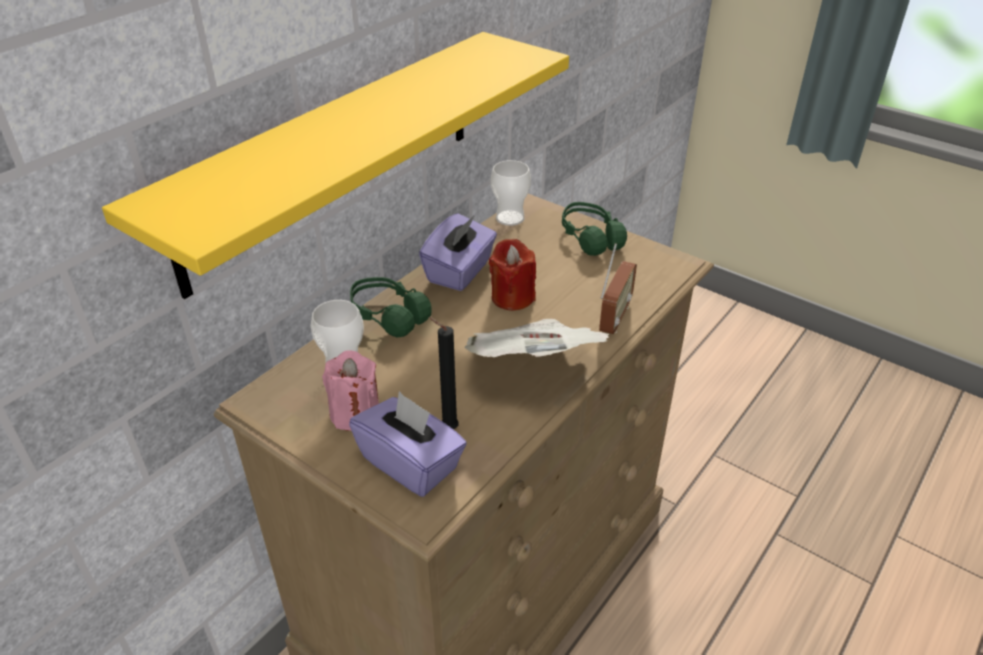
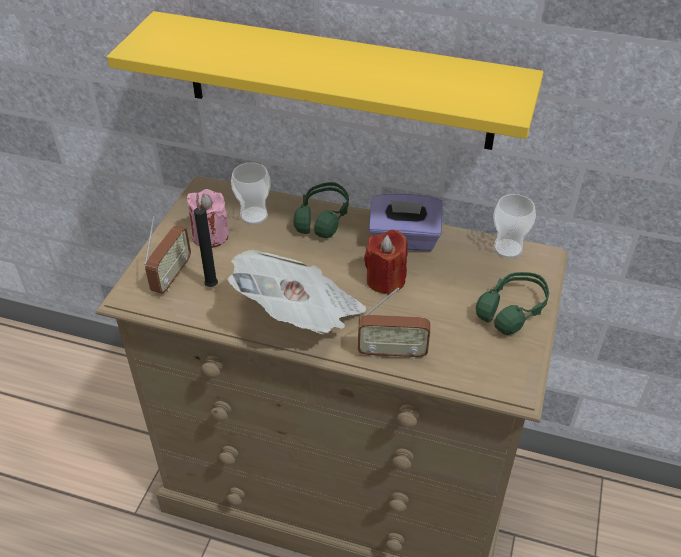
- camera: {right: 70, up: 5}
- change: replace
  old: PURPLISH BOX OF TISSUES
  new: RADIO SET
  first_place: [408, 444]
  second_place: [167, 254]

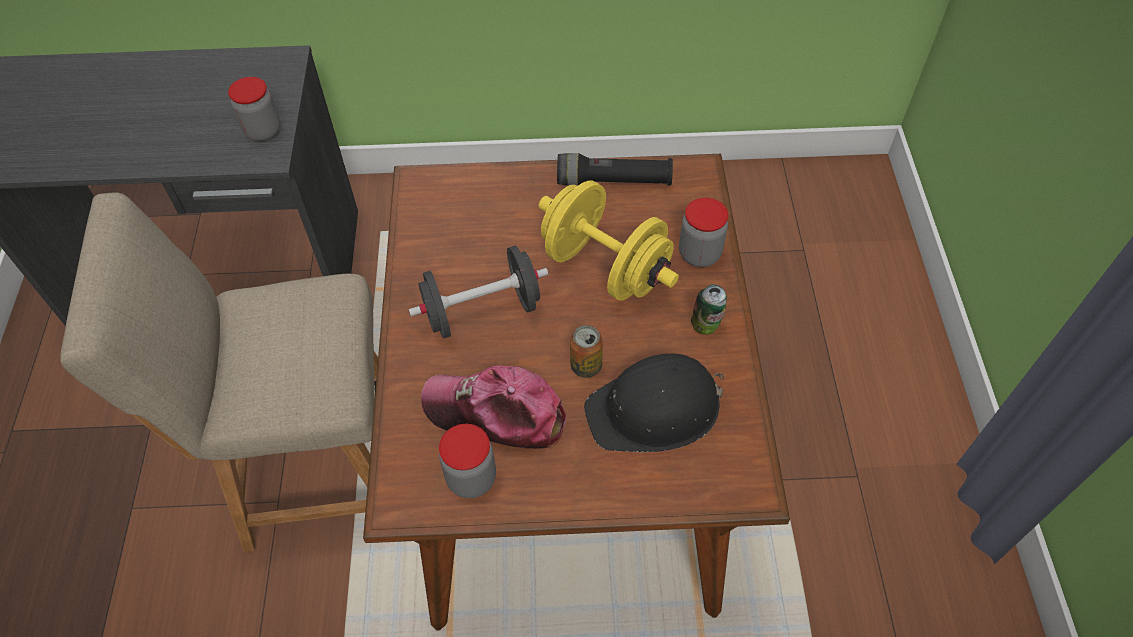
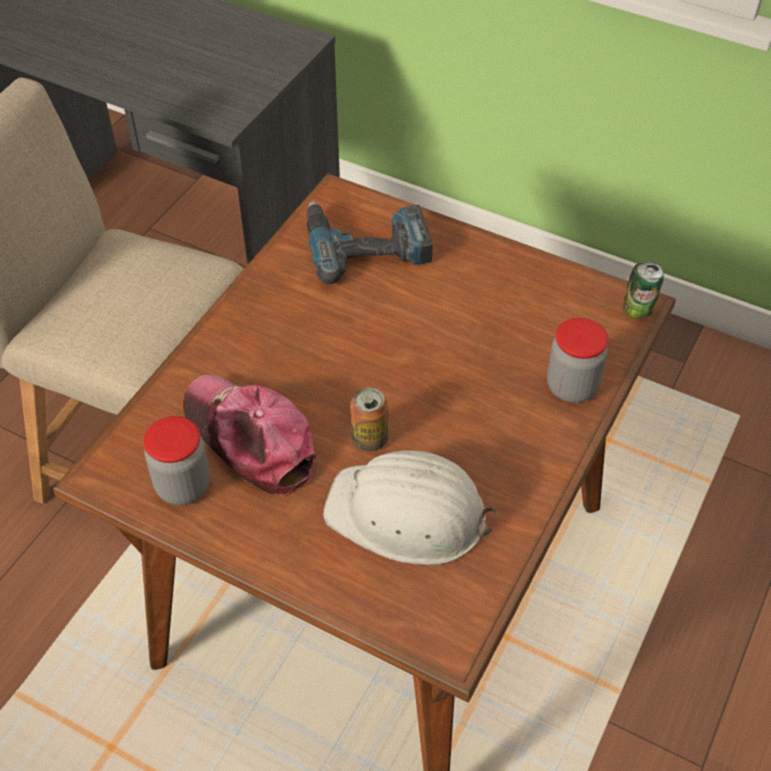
- camera: {right: 30, up: -5}
- change: insert
  new: POWER DRILL
  second_place: [370, 243]
- change: recolor
  old: BLACK SAFETY HELMET
  new: WHITISH SAFETY HELMET
  first_place: [654, 403]
  second_place: [411, 507]
- change: move
  old: SEALED CAN
  first_place: [709, 309]
  second_place: [643, 290]
- change: delete
  old: JAR
  first_place: [254, 109]
- change: delete
  old: BLACK DUMBBELL
  first_place: [478, 292]
- change: delete
  old: YELLOWISH DUMBBELL
  first_place: [609, 240]
- change: delete
  old: BLACK HAND TORCH
  first_place: [615, 169]

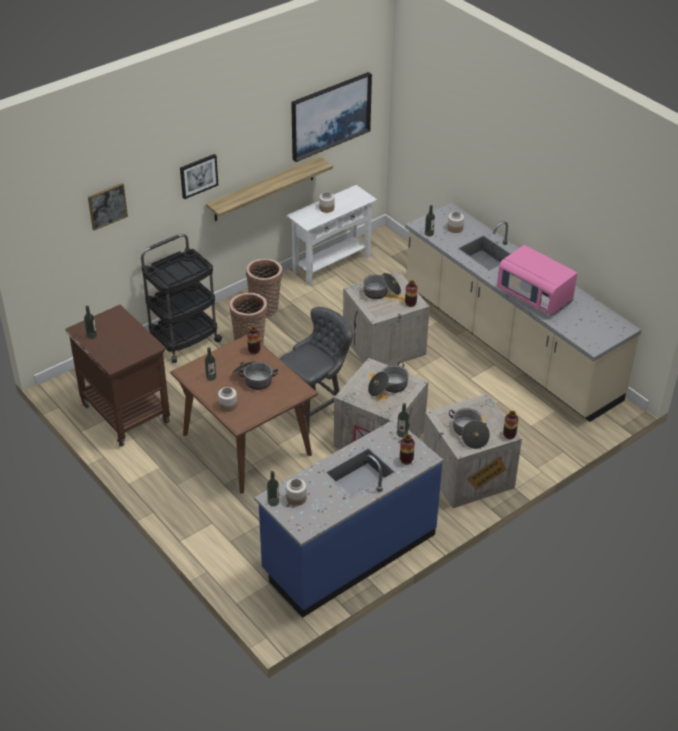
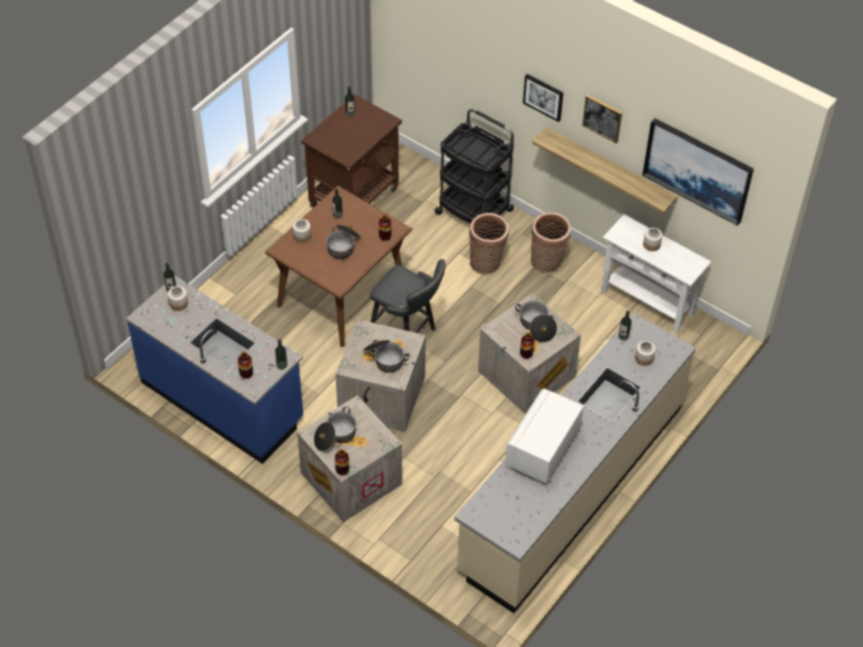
- camera: {right: 75, up: 10}
- change: recolor
  old: PINK-COLOURED MICROWAVE OVEN
  new: WHITISH MICROWAVE OVEN
  first_place: [537, 280]
  second_place: [544, 437]
- change: move
  old: WALL ART
  first_place: [108, 206]
  second_place: [602, 119]

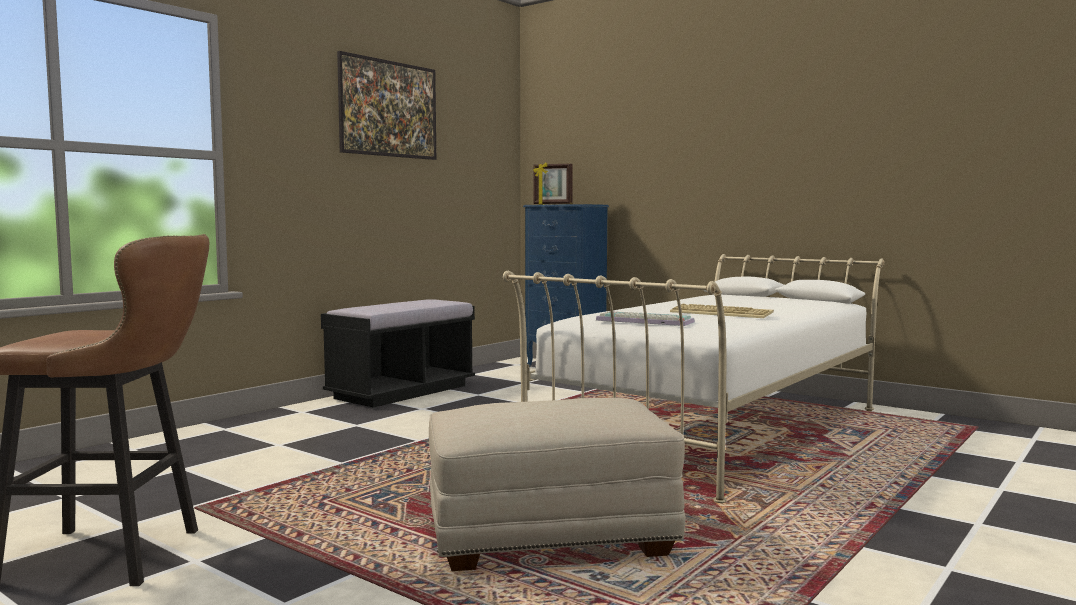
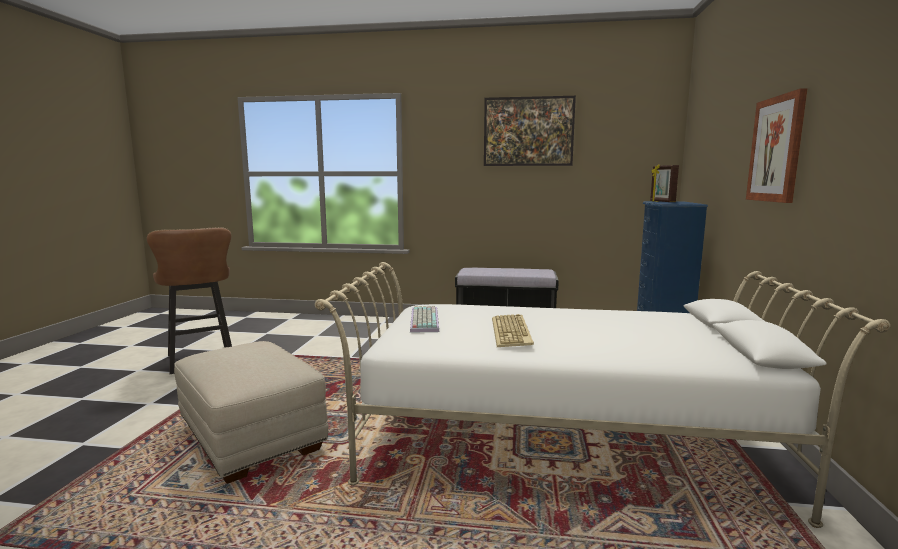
- camera: {right: 60, up: 5}
- change: insert
  new: WALL ART
  second_place: [777, 145]

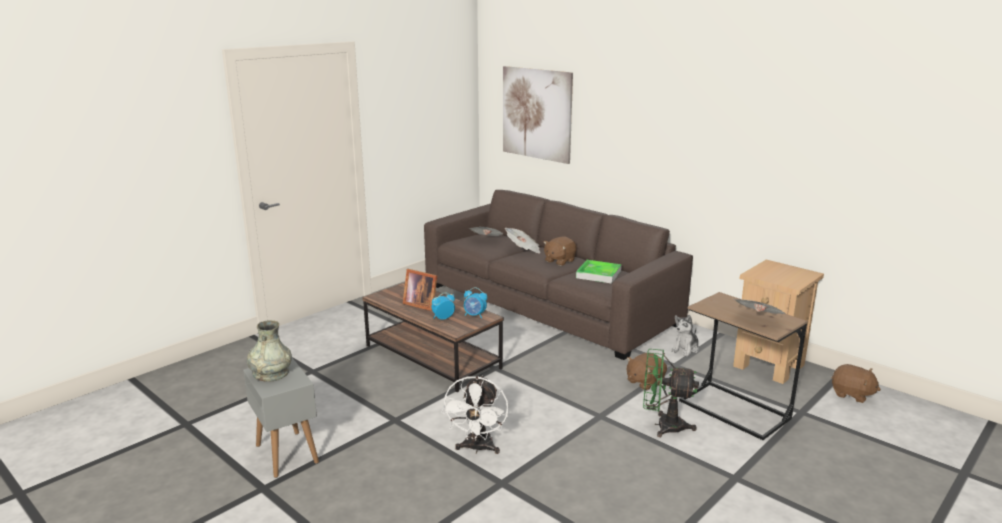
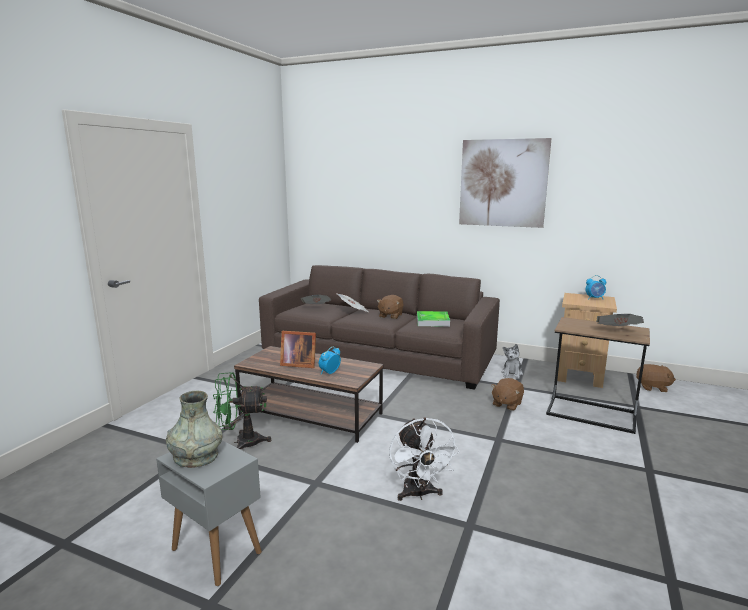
- camera: {right: -20, up: -5}
- change: move
  old: GREEN-COLOURED FAN
  first_place: [671, 393]
  second_place: [242, 411]
- change: move
  old: WALL ART
  first_place: [538, 115]
  second_place: [505, 183]
- change: move
  old: ALARM CLOCK
  first_place: [475, 302]
  second_place: [596, 287]

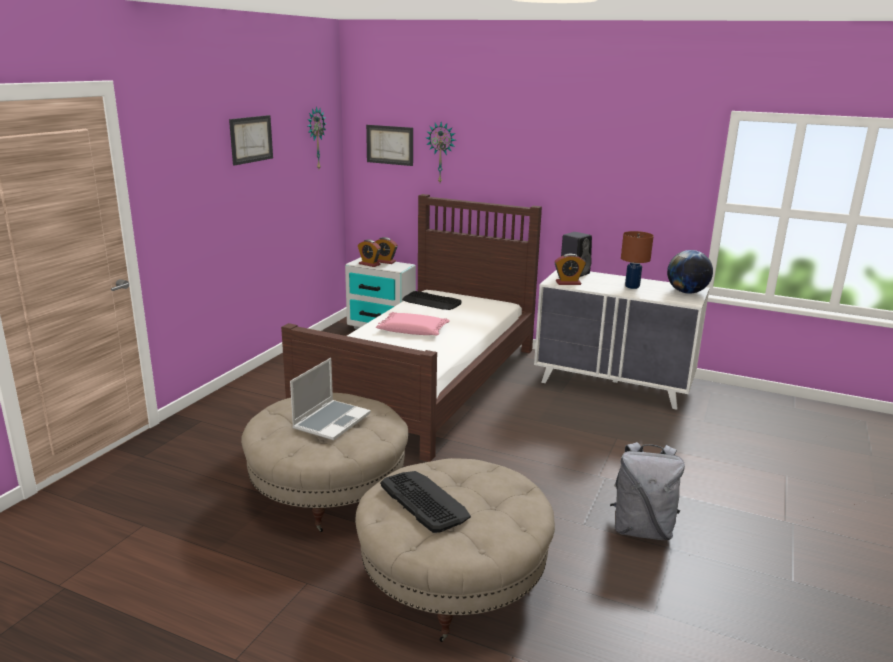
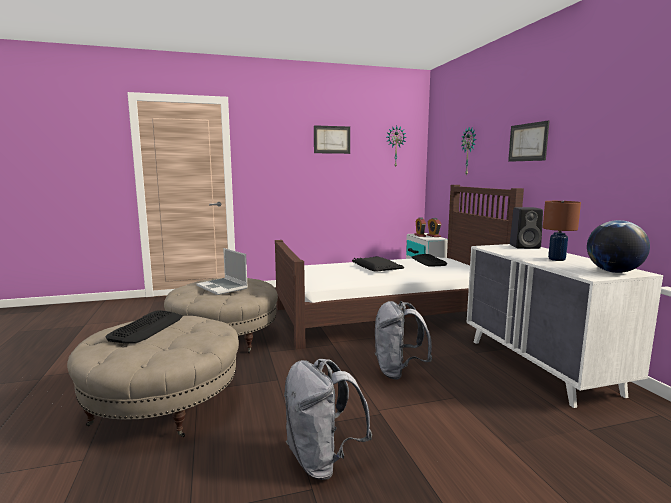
- camera: {right: 50, up: -10}
- change: rotate
  old: PORTABLE COMPUTER
  first_place: [330, 399]
  second_place: [222, 271]
  degrees: 60
- change: recolor
  old: PINK-COLOURED PILLOW
  new: BLACK PILLOW
  first_place: [413, 324]
  second_place: [378, 264]
- change: insert
  new: GREYISH RUCKSACK
  second_place: [403, 340]
- change: move
  old: WALL ART
  first_place: [389, 145]
  second_place: [528, 141]
- change: delete
  old: ALARM CLOCK
  first_place: [570, 269]

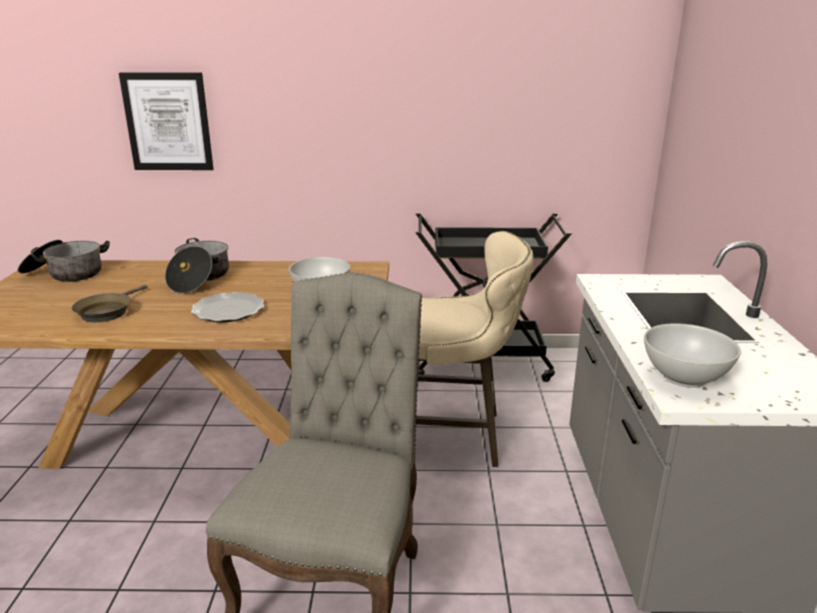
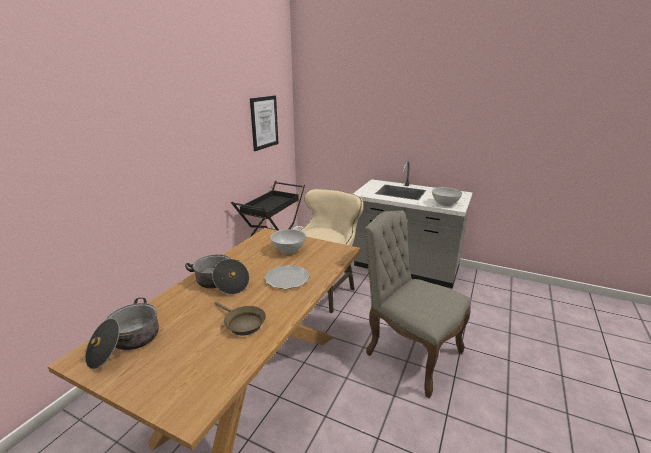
- camera: {right: -65, up: 0}
- change: move
  old: WALL ART
  first_place: [166, 121]
  second_place: [264, 123]

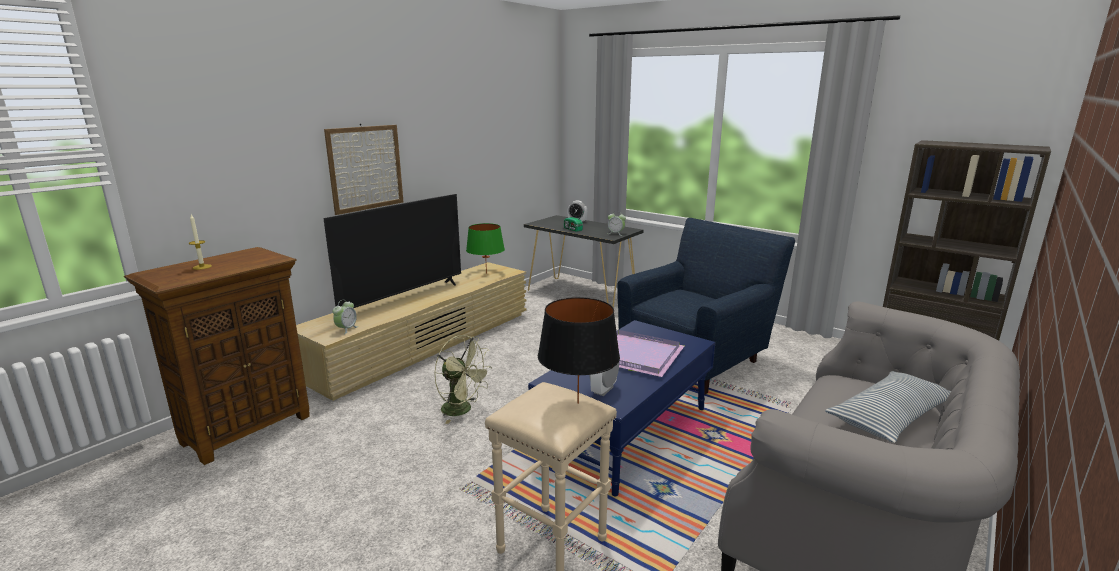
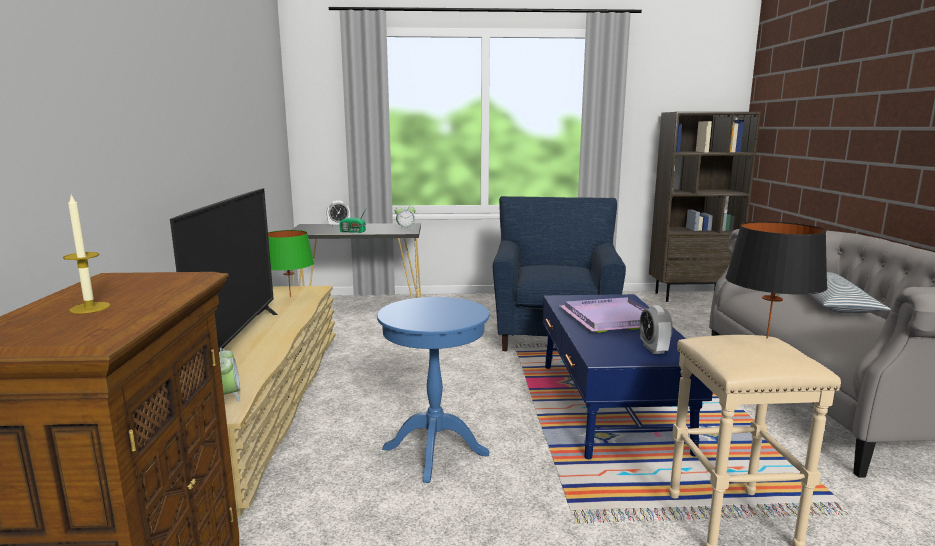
- camera: {right: -40, up: -5}
- change: replace
  old: GREEN-COLOURED FAN
  new: BLUE-COLOURED SIDE TABLE
  first_place: [463, 379]
  second_place: [433, 390]
- change: delete
  old: WALL ART
  first_place: [363, 169]

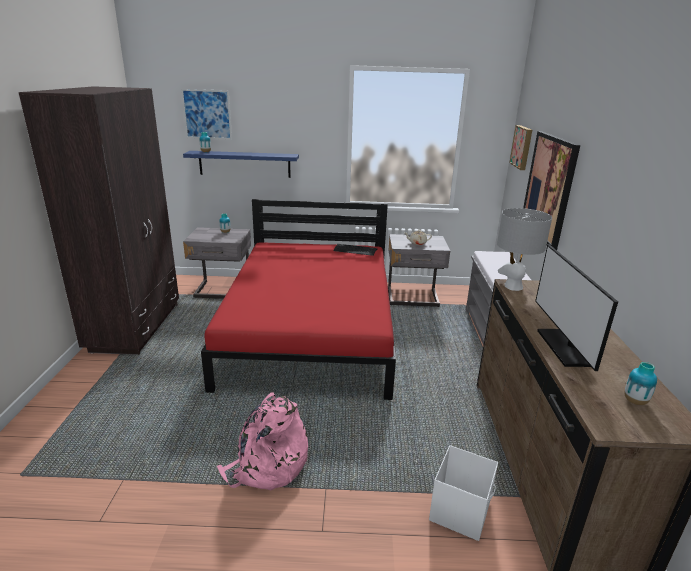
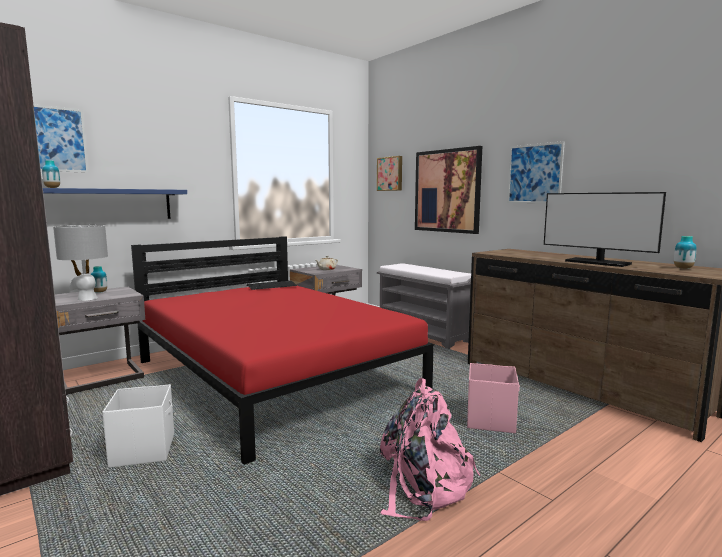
- camera: {right: -40, up: -15}
- change: move
  old: GREYISH LAMP FOR A TABLE
  first_place: [524, 249]
  second_place: [80, 263]
- change: move
  old: WHITISH STORAGE BOX
  first_place: [463, 493]
  second_place: [138, 426]
- change: insert
  new: PINK-COLOURED STORAGE BOX
  second_place: [493, 398]
- change: insert
  new: WALL ART
  second_place: [536, 172]

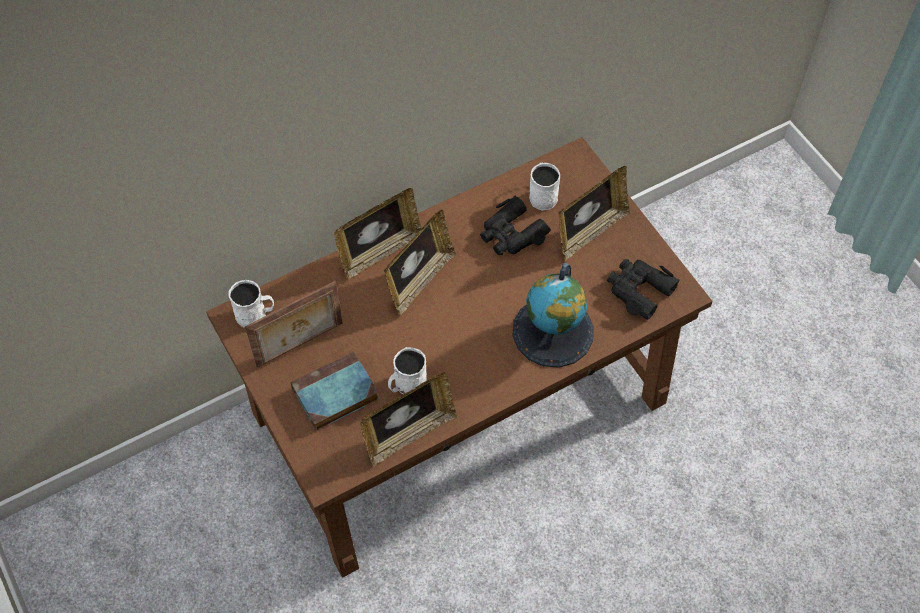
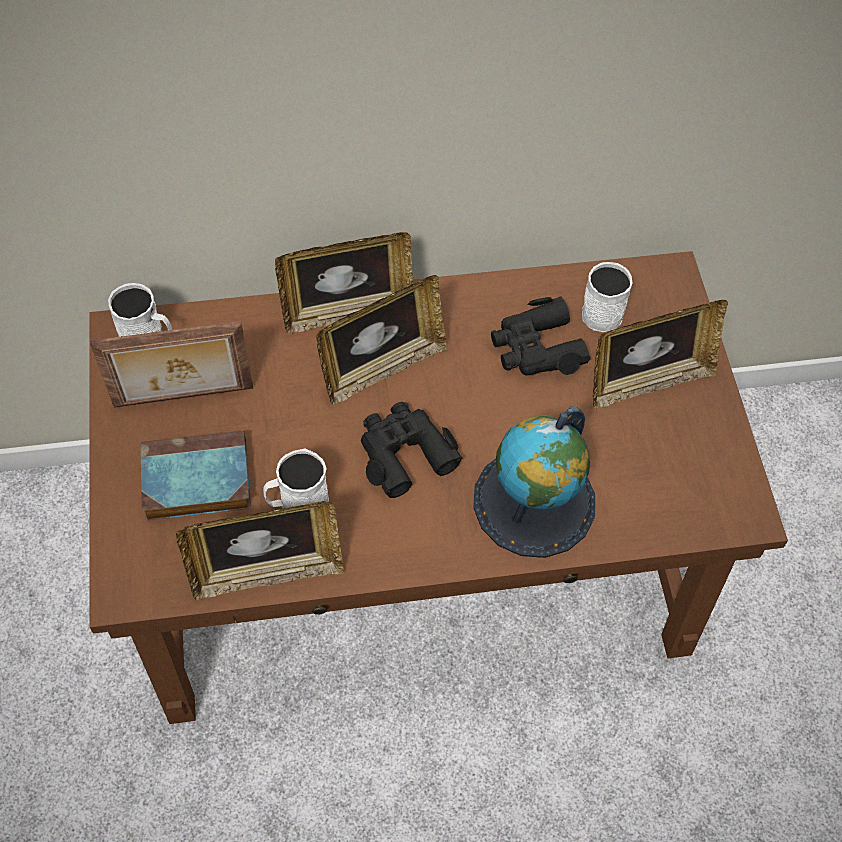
- camera: {right: 20, up: 0}
- change: move
  old: BLACK BINOCULARS
  first_place: [643, 289]
  second_place: [411, 450]

